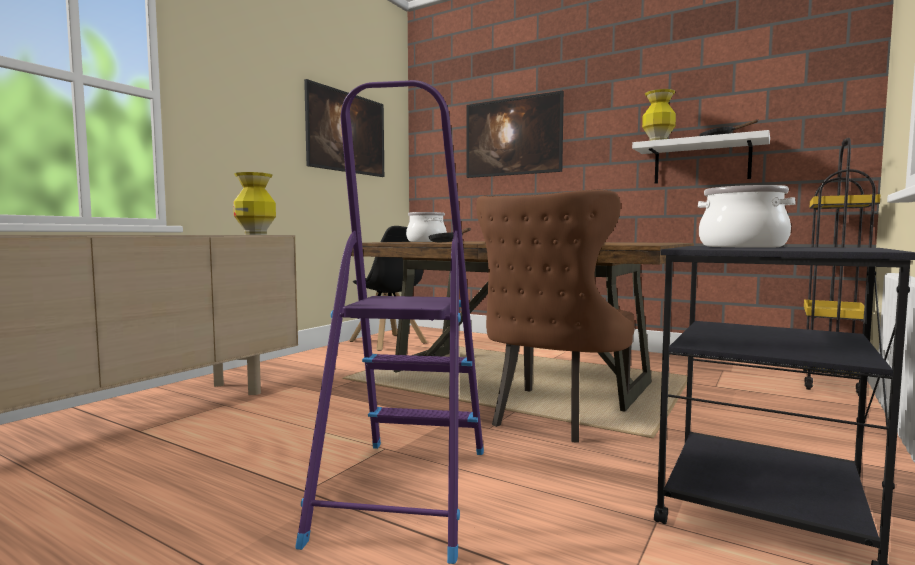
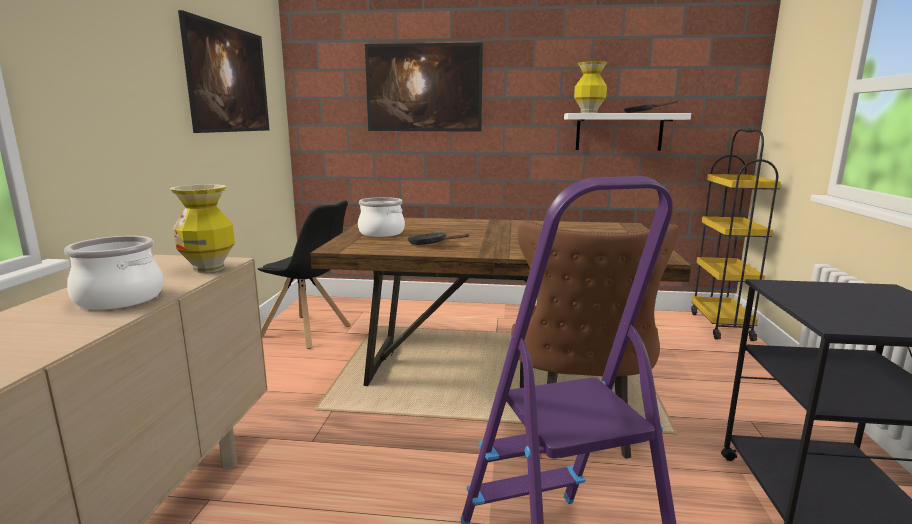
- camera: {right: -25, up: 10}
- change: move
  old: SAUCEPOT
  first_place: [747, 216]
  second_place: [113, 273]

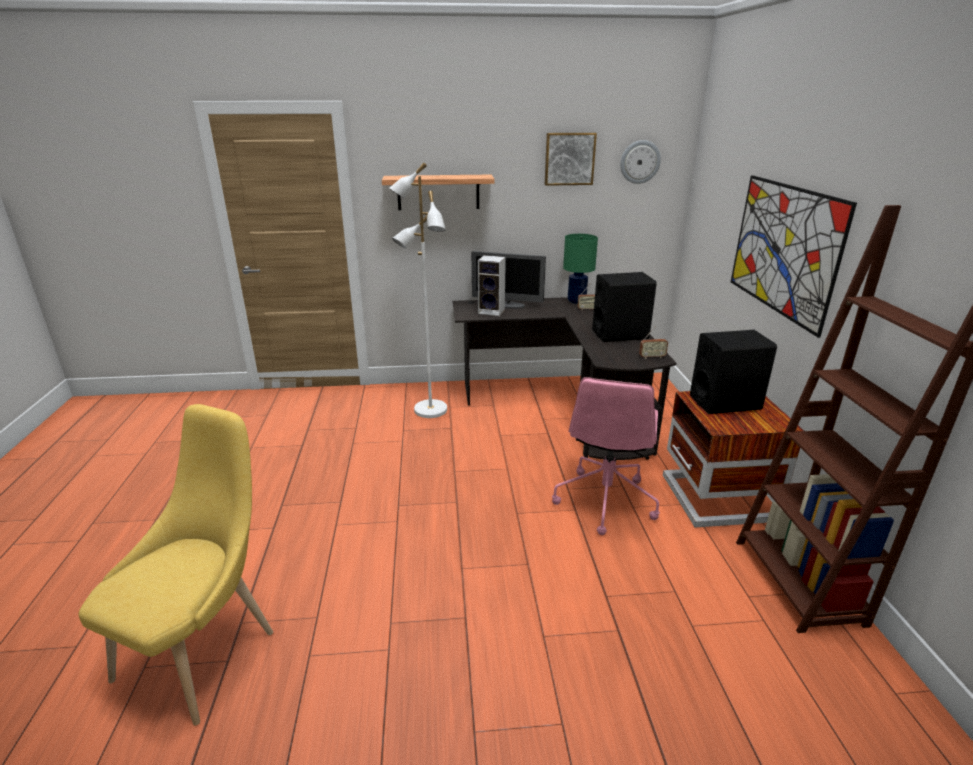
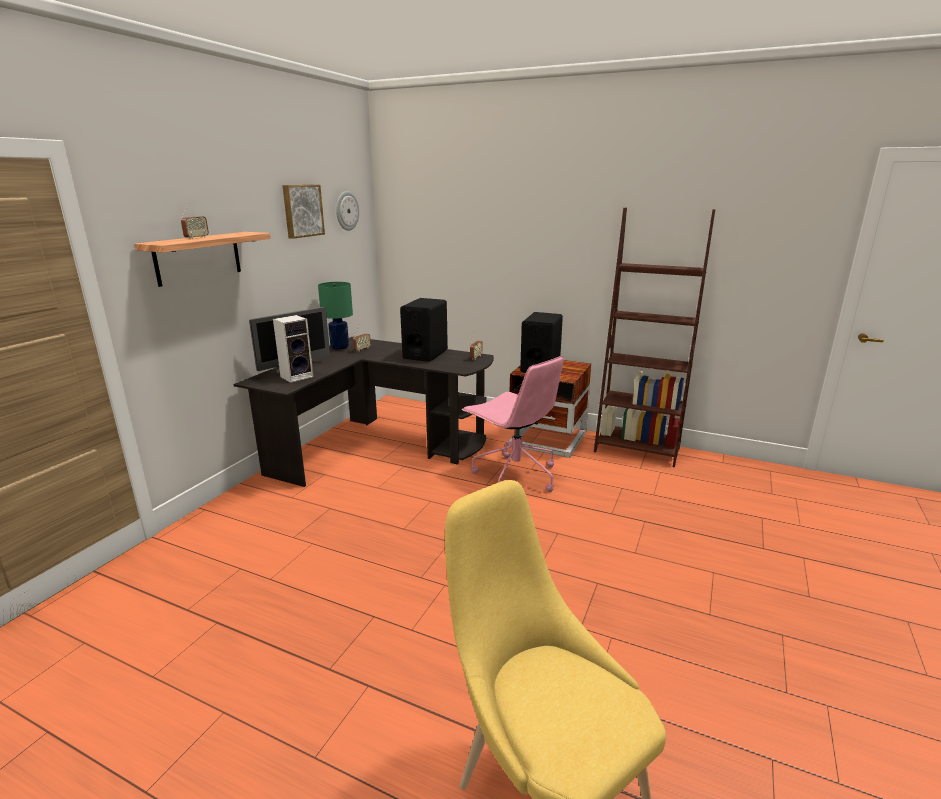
- camera: {right: -60, up: -5}
- change: insert
  new: RADIO SET
  second_place: [195, 220]
- change: delete
  old: WHITISH STANDING LAMP
  first_place: [418, 290]
- change: delete
  old: WALL ART
  first_place: [794, 256]

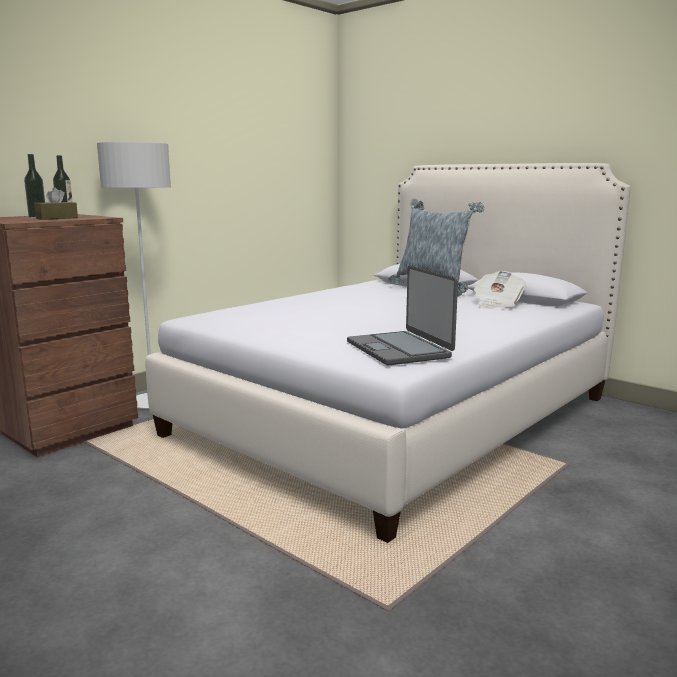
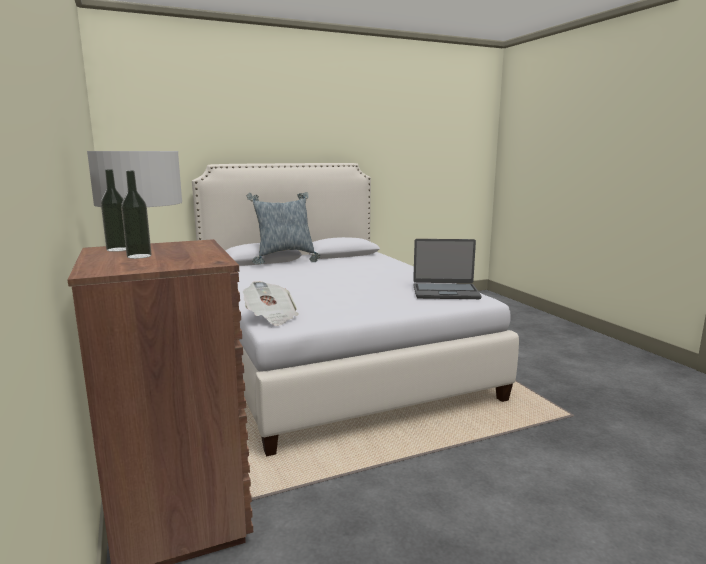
- camera: {right: -65, up: 0}
- change: move
  old: NEWSPAPER
  first_place: [500, 290]
  second_place: [271, 303]
- change: delete
  old: BROWN-COLOURED BOX OF TISSUES
  first_place: [56, 203]

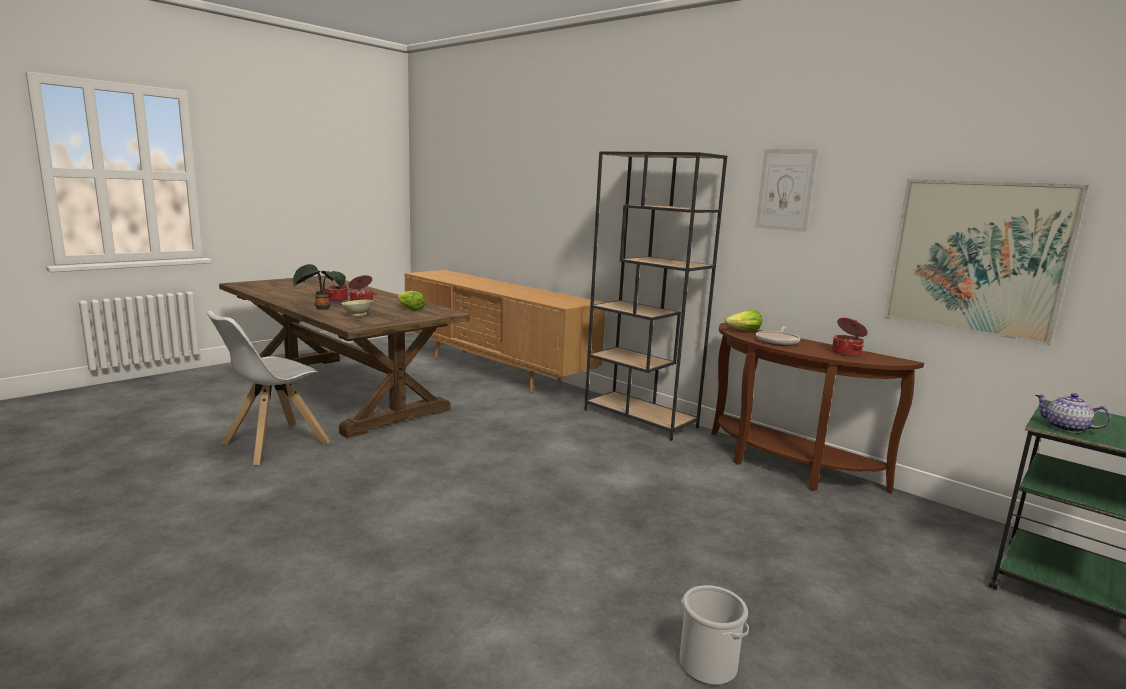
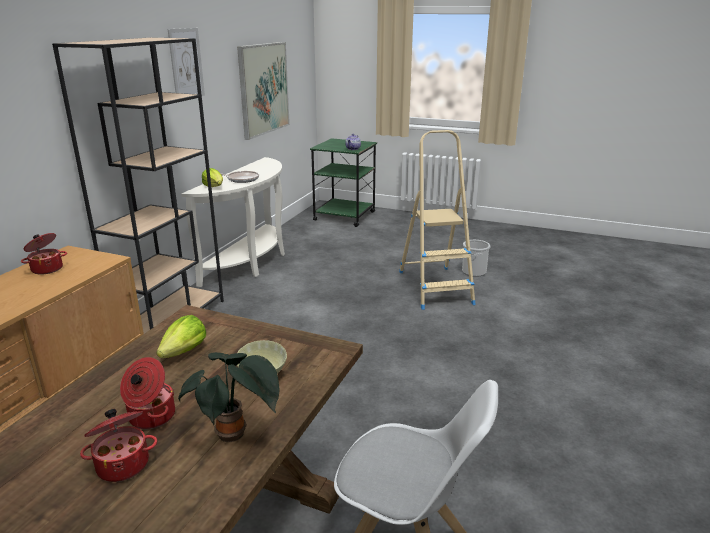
- camera: {right: -110, up: 10}
- change: move
  old: SAUCEPOT
  first_place: [850, 337]
  second_place: [44, 254]
- change: recolor
  old: BROWN-COLOURED CONSOLE TABLE
  new: WHITISH CONSOLE TABLE
  first_place: [817, 408]
  second_place: [233, 222]
- change: insert
  new: BEIGE-COLOURED STEPLADDER
  second_place: [437, 220]

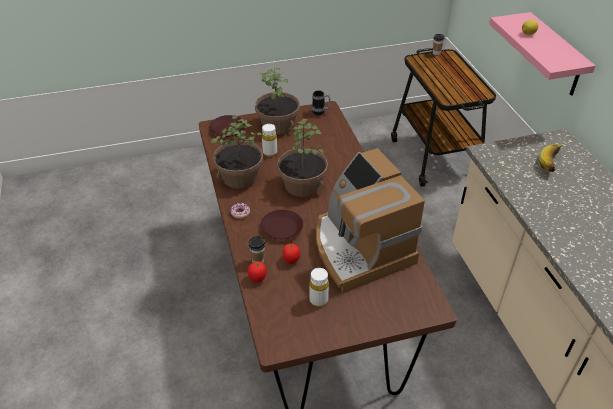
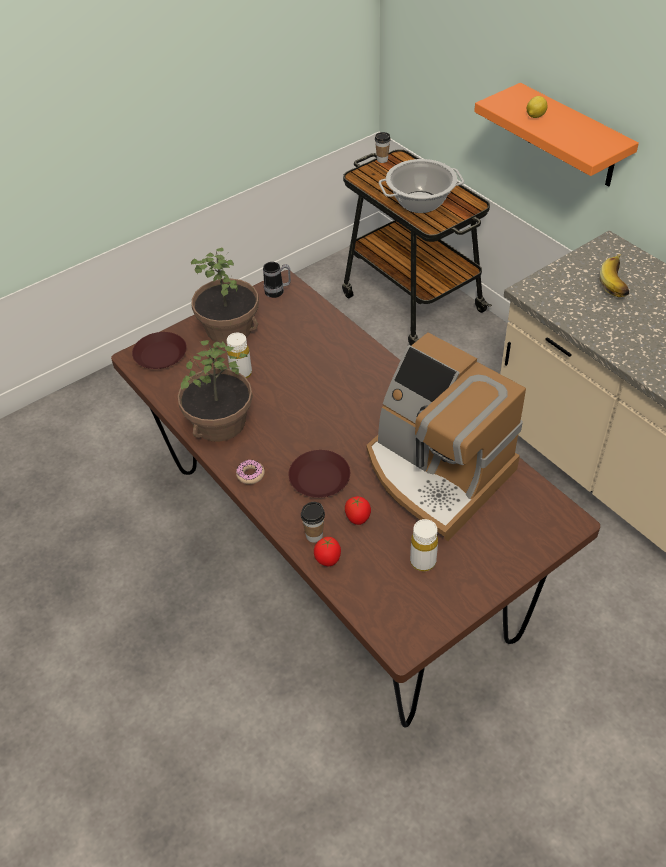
- camera: {right: -20, up: 5}
- change: insert
  new: SAUCEPOT
  second_place: [421, 186]
- change: recolor
  old: PINK-COLOURED BRACKET SHELF
  new: ORANGE BRACKET SHELF
  first_place: [542, 54]
  second_place: [556, 135]
- change: delete
  old: PLANT IN A POT
  first_place: [302, 158]

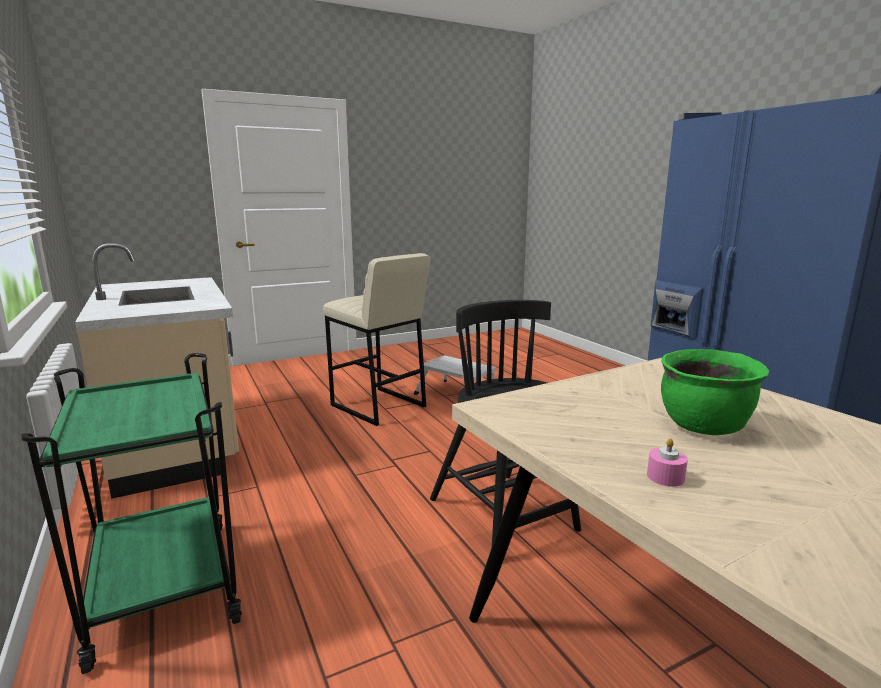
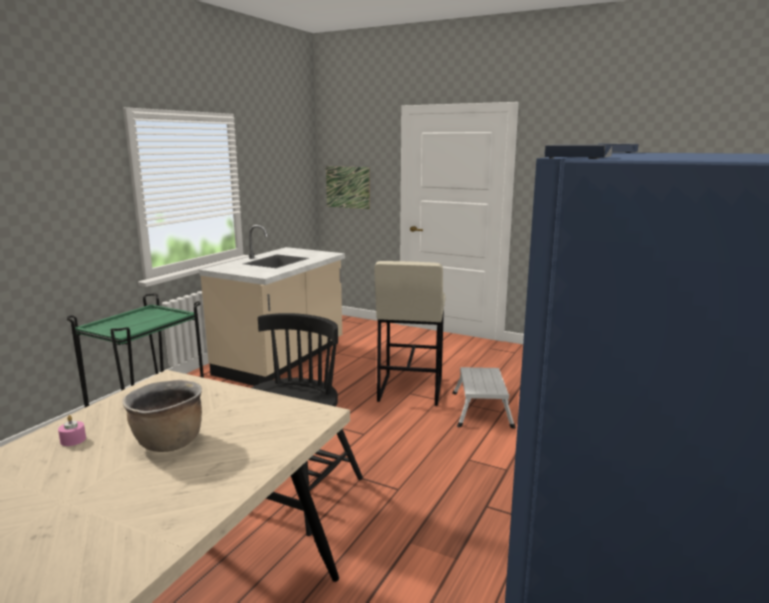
- camera: {right: 55, up: 0}
- change: recolor
  old: GREEN-COLOURED SAUCEPOT
  new: BROWN-COLOURED SAUCEPOT
  first_place: [715, 392]
  second_place: [162, 416]
- change: insert
  new: WALL ART
  second_place: [348, 187]

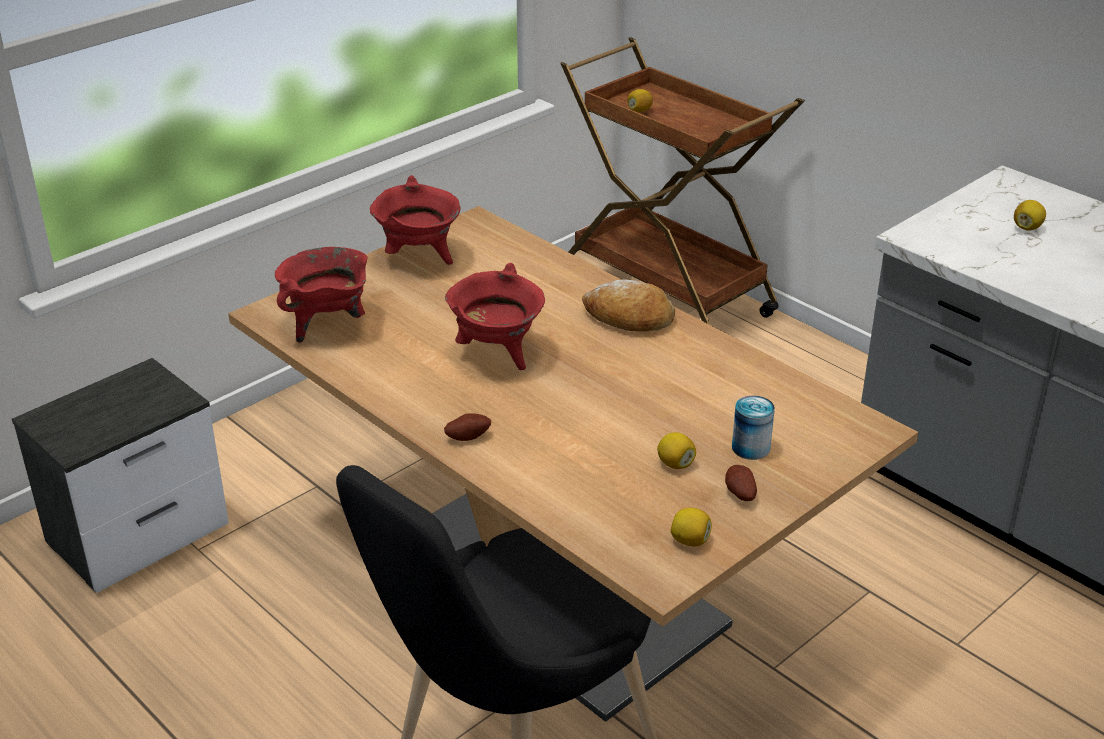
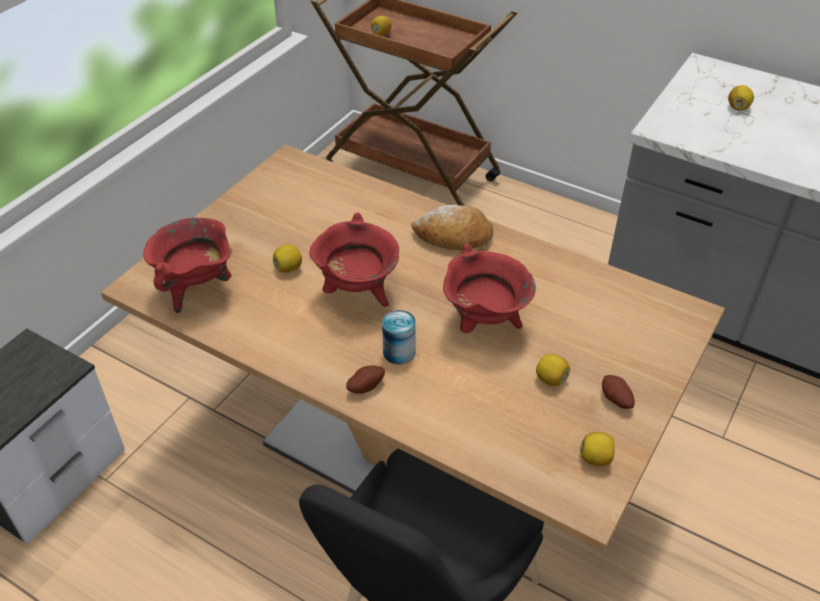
- camera: {right: -15, up: 10}
- change: insert
  new: WHOLE LEMON
  second_place: [287, 258]
- change: move
  old: SEALED CAN
  first_place: [753, 427]
  second_place: [399, 337]
- change: move
  old: RED-COLOURED SAUCEPOT
  first_place: [415, 220]
  second_place: [489, 288]

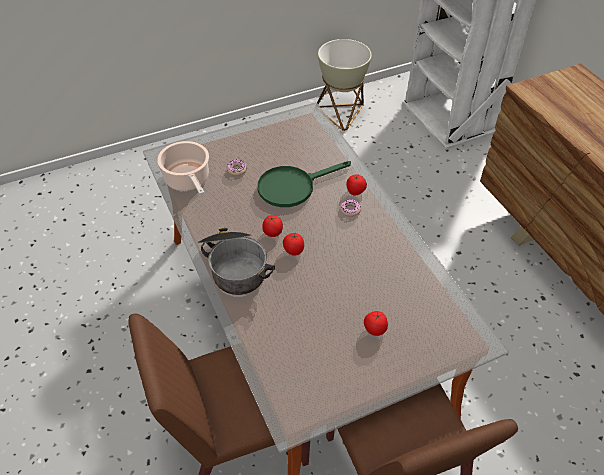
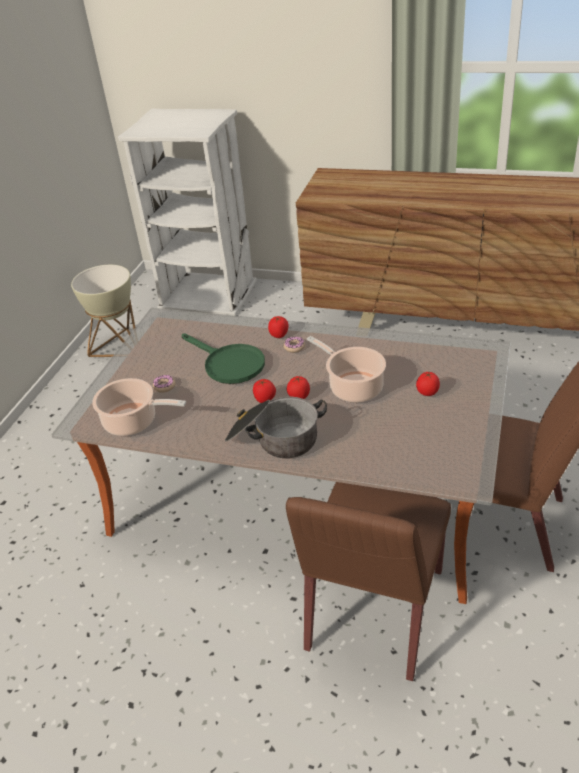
- camera: {right: -45, up: -10}
- change: rotate
  old: GREEN-COLOURED FRYING PAN
  first_place: [304, 184]
  second_place: [223, 359]
  degrees: -60
- change: insert
  new: SAUCEPOT
  second_place: [346, 369]

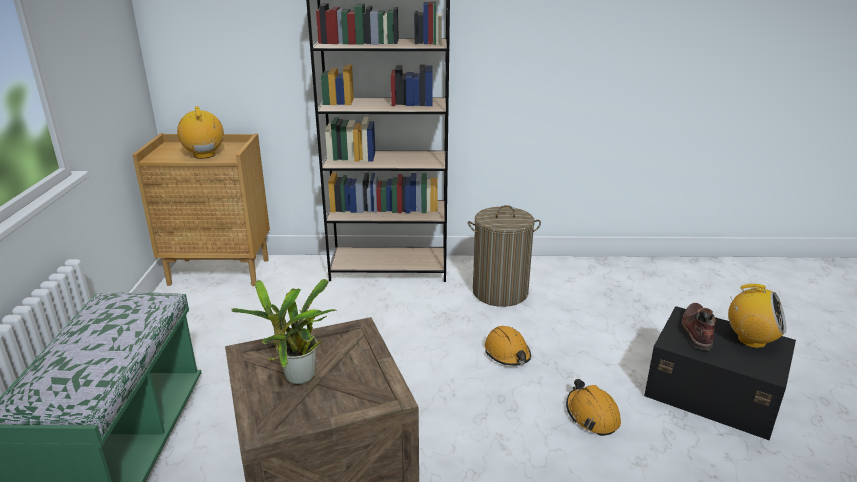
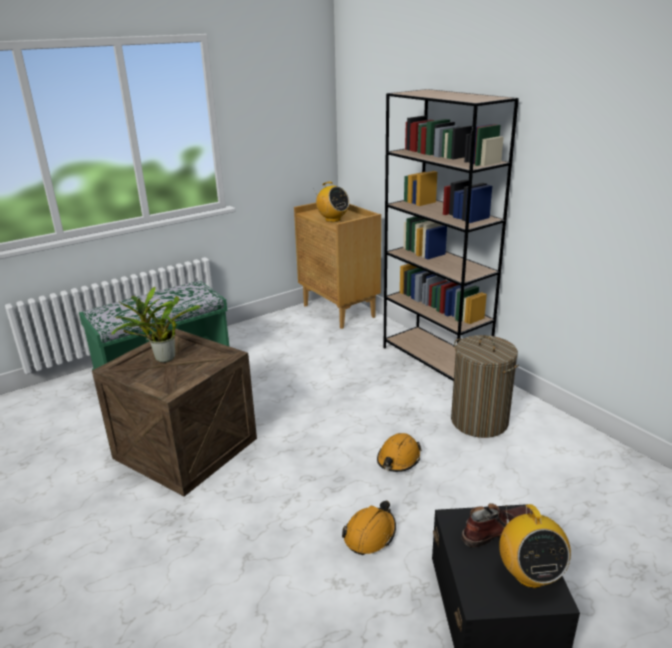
- camera: {right: 55, up: 0}
- change: rotate
  old: RADIO SET
  first_place: [200, 132]
  second_place: [331, 202]
  degrees: 105

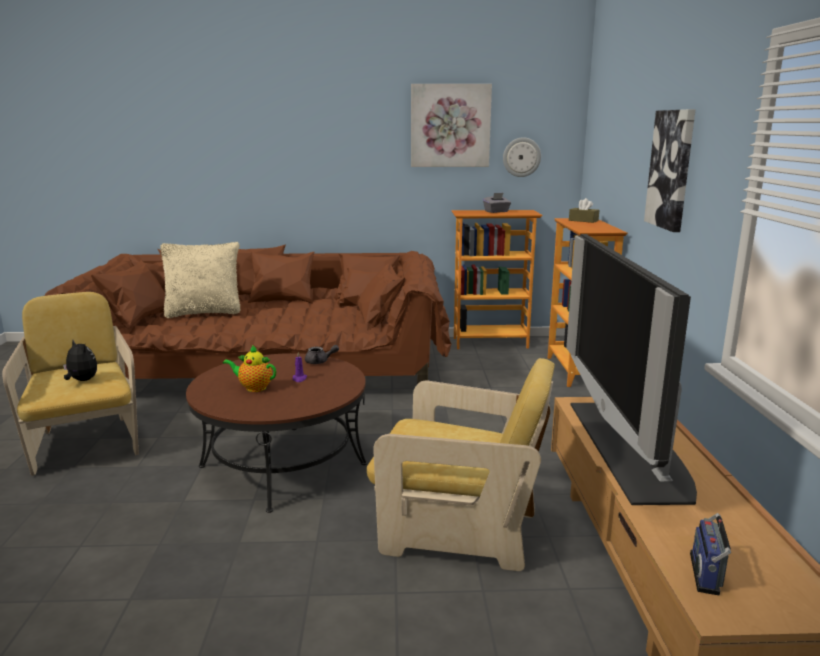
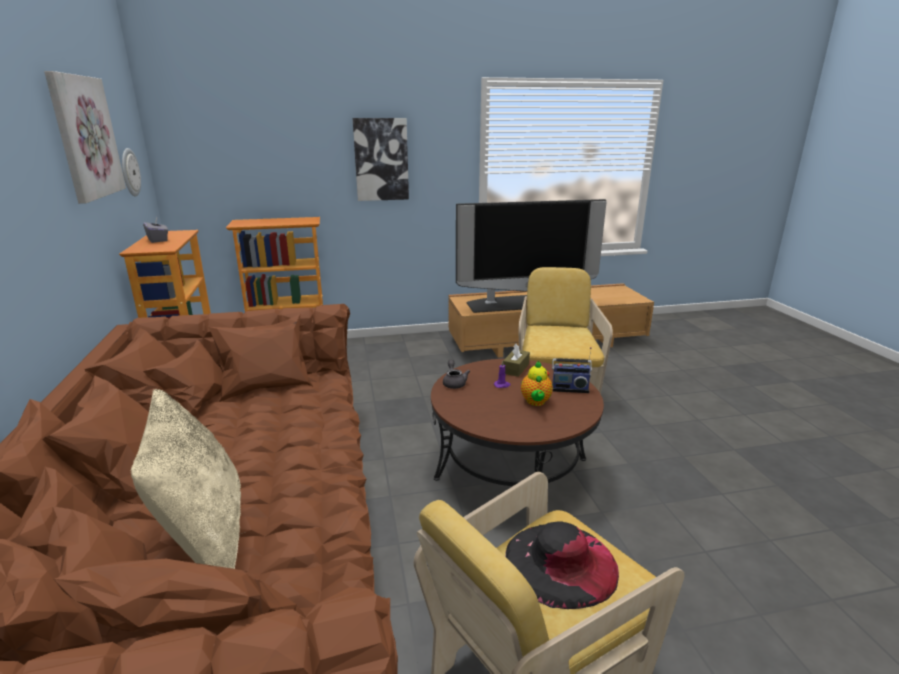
- camera: {right: -100, up: 5}
- change: move
  old: BROWN-COLOURED BOX OF TISSUES
  first_place: [584, 210]
  second_place: [516, 360]
- change: replace
  old: CUDDLY TOY
  new: BLACK WEARABLE HAT
  first_place: [80, 360]
  second_place: [562, 565]
- change: move
  old: RADIO SET
  first_place: [710, 554]
  second_place: [572, 370]

